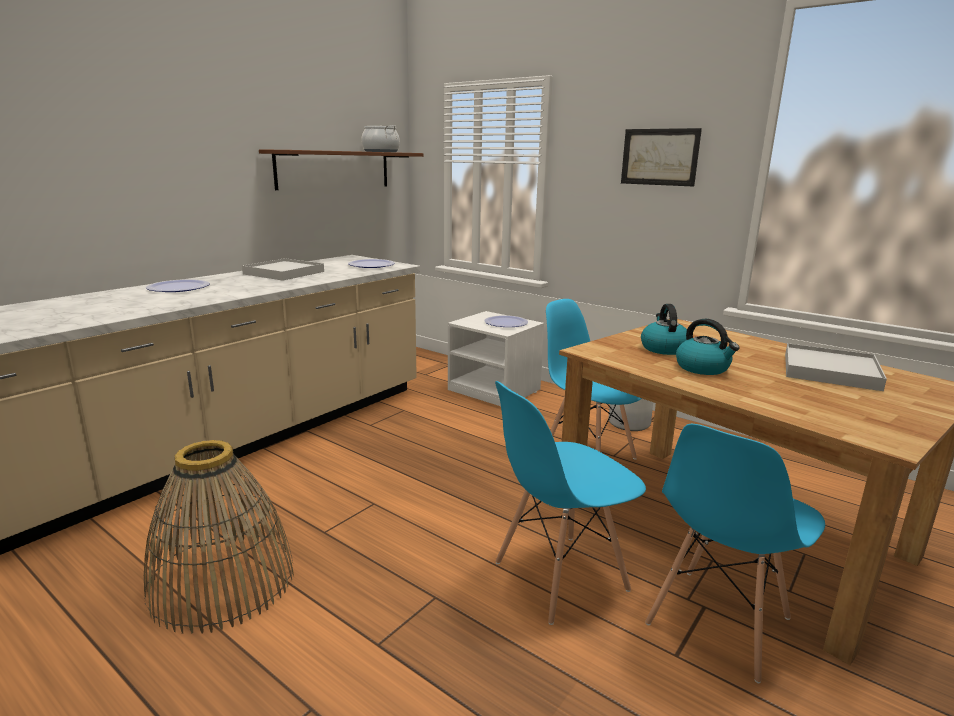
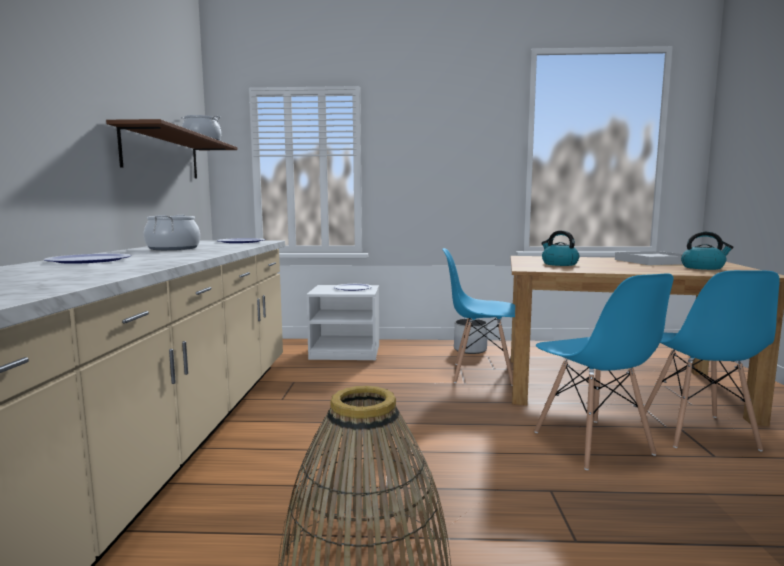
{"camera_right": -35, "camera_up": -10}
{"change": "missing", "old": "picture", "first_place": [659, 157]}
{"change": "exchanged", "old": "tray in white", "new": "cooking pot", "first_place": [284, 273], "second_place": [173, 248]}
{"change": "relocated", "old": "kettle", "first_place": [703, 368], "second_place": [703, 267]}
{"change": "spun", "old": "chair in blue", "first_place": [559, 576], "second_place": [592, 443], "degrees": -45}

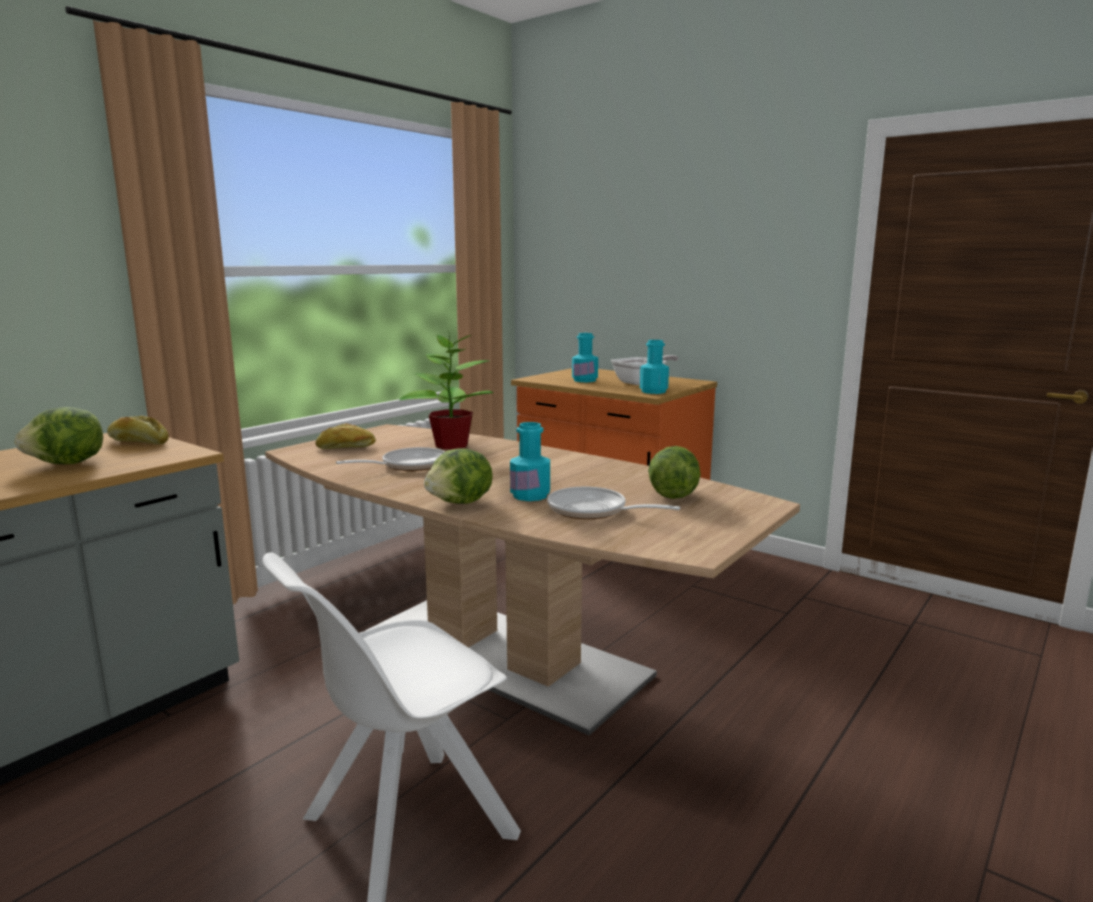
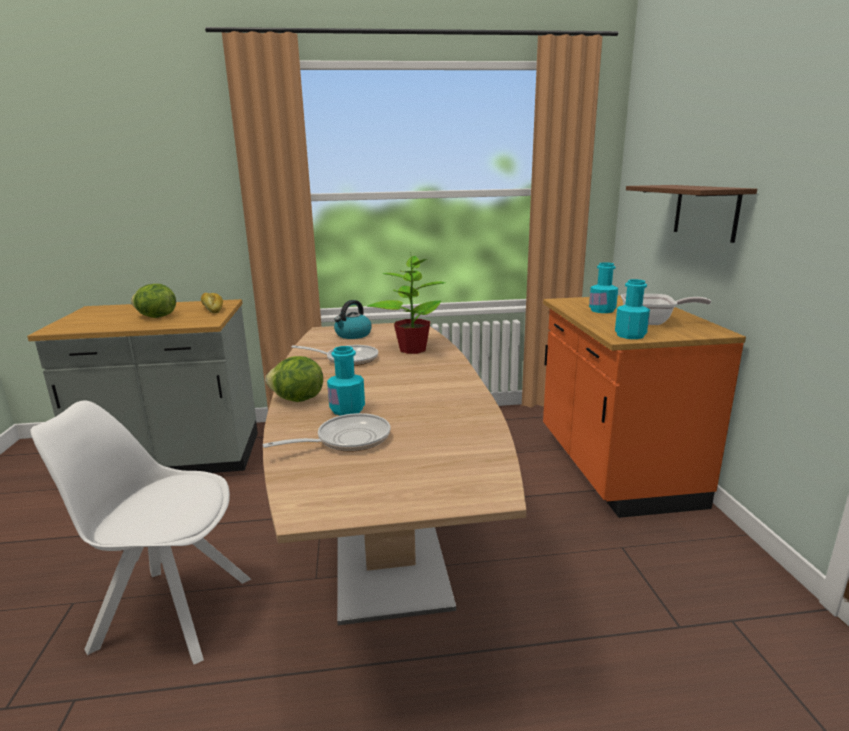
{"camera_right": 45, "camera_up": 5}
{"change": "exchanged", "old": "bread", "new": "kettle", "first_place": [346, 447], "second_place": [353, 335]}
{"change": "missing", "old": "lettuce", "first_place": [673, 495]}
{"change": "spun", "old": "frying pan", "first_place": [593, 511], "second_place": [347, 440], "degrees": 75}
{"change": "appeared", "new": "shelf in brown", "second_place": [706, 212]}

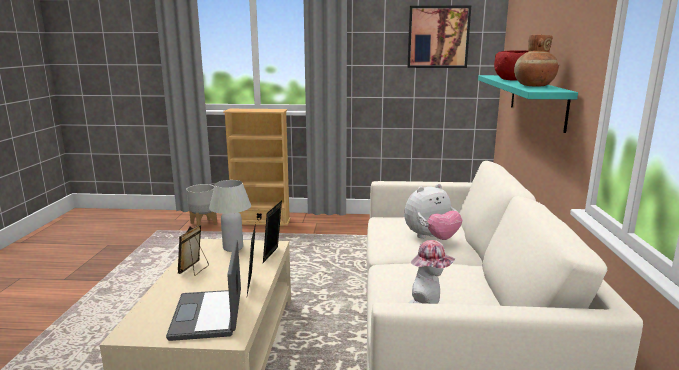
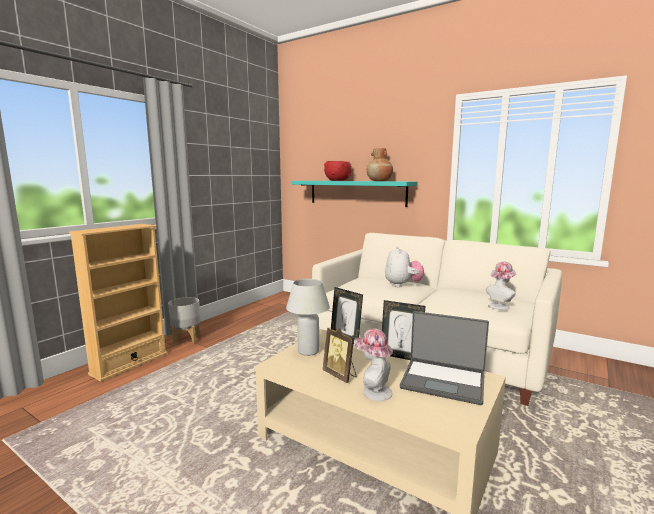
{"camera_right": -60, "camera_up": -5}
{"change": "missing", "old": "picture", "first_place": [438, 37]}
{"change": "relocated", "old": "planter in grey", "first_place": [204, 223], "second_place": [186, 339]}
{"change": "appeared", "new": "hat", "second_place": [373, 391]}

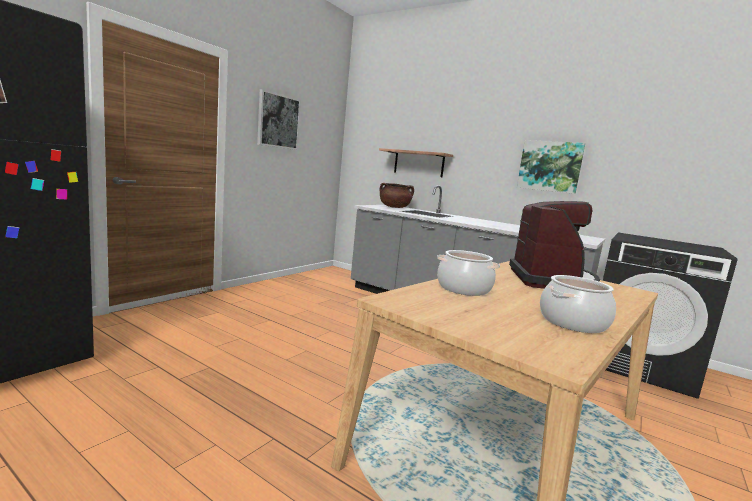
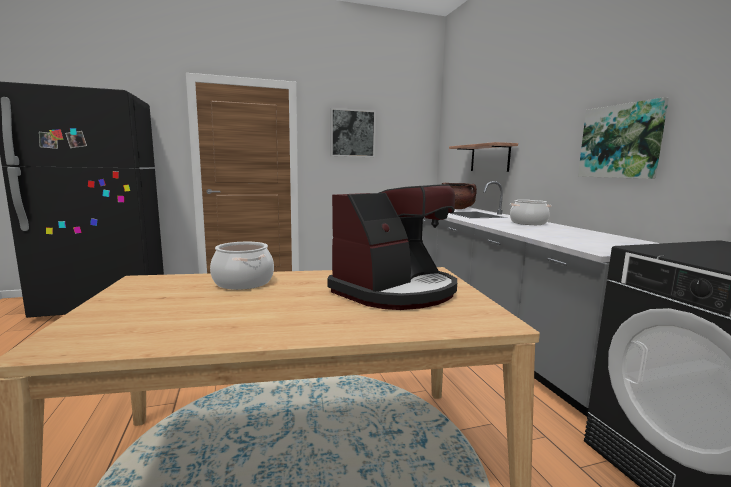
{"camera_right": 40, "camera_up": 0}
{"change": "relocated", "old": "cooking pot", "first_place": [573, 323], "second_place": [528, 223]}

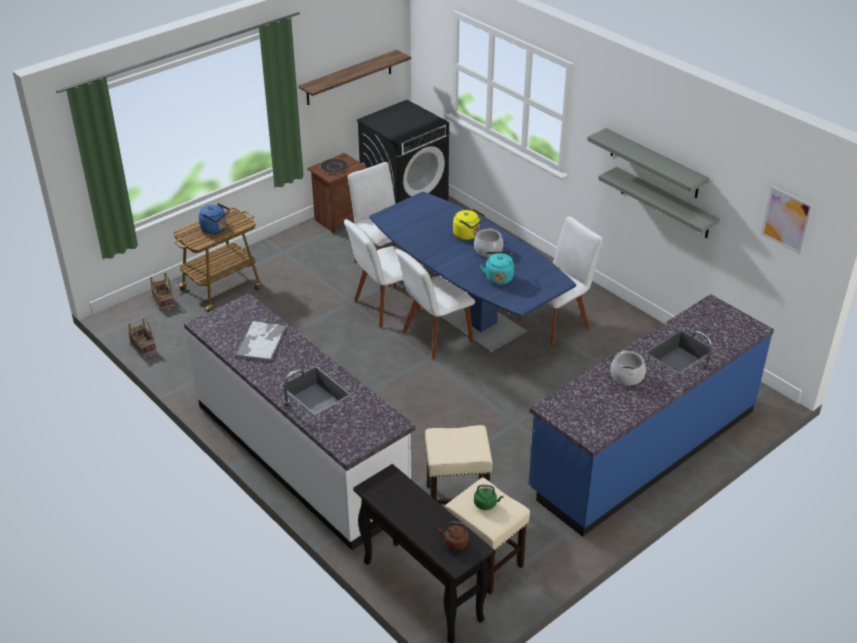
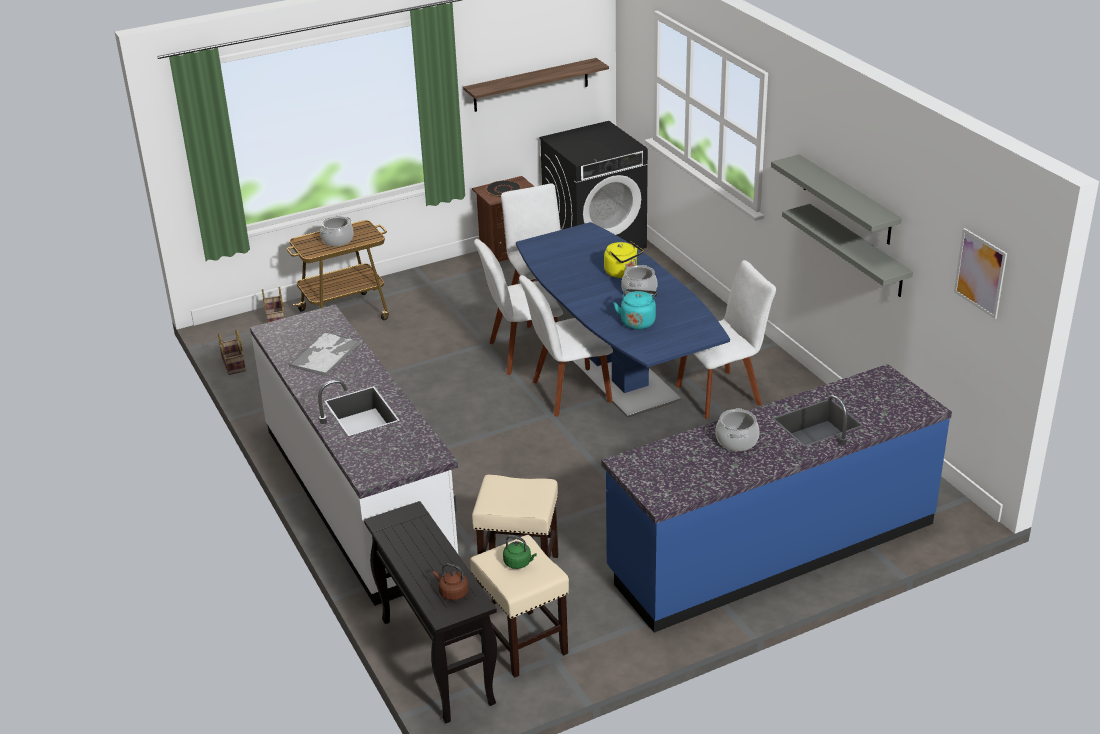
{"camera_right": 15, "camera_up": -5}
{"change": "exchanged", "old": "kettle in blue", "new": "cooking pot", "first_place": [215, 229], "second_place": [337, 240]}

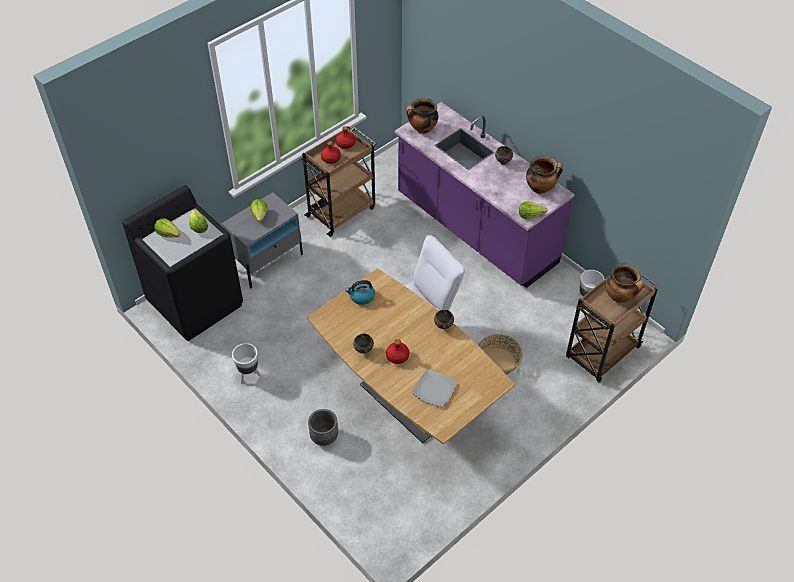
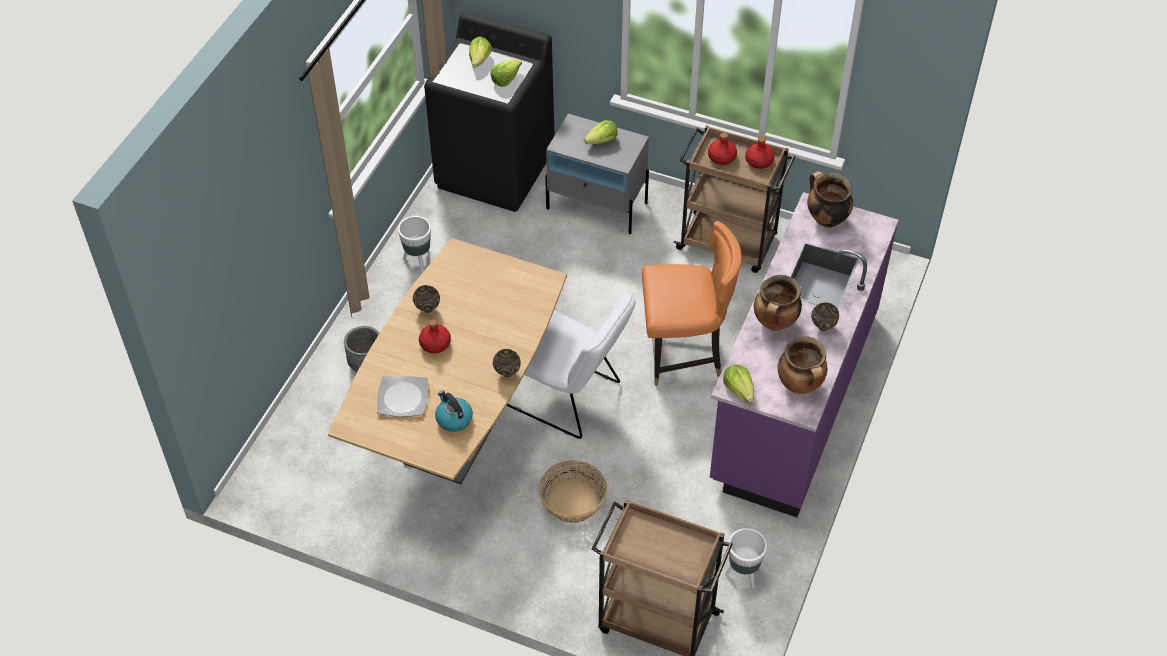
{"camera_right": 65, "camera_up": 0}
{"change": "relocated", "old": "cooking pot", "first_place": [620, 297], "second_place": [775, 323]}
{"change": "relocated", "old": "kettle", "first_place": [361, 297], "second_place": [453, 419]}
{"change": "appeared", "new": "chair in orange", "second_place": [683, 355]}

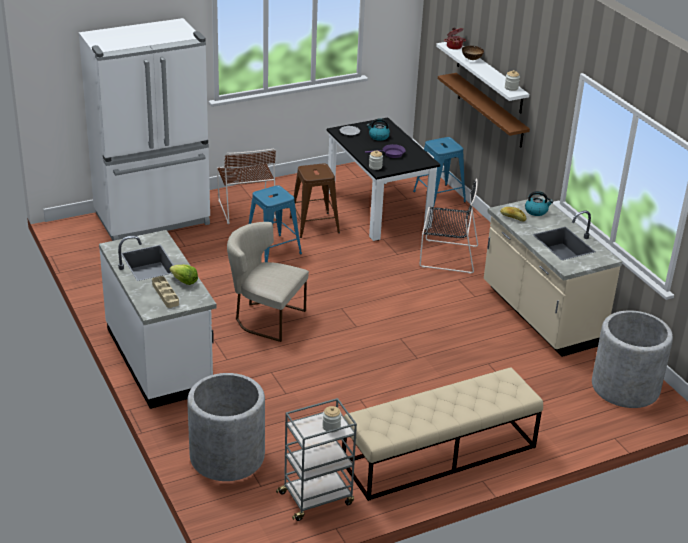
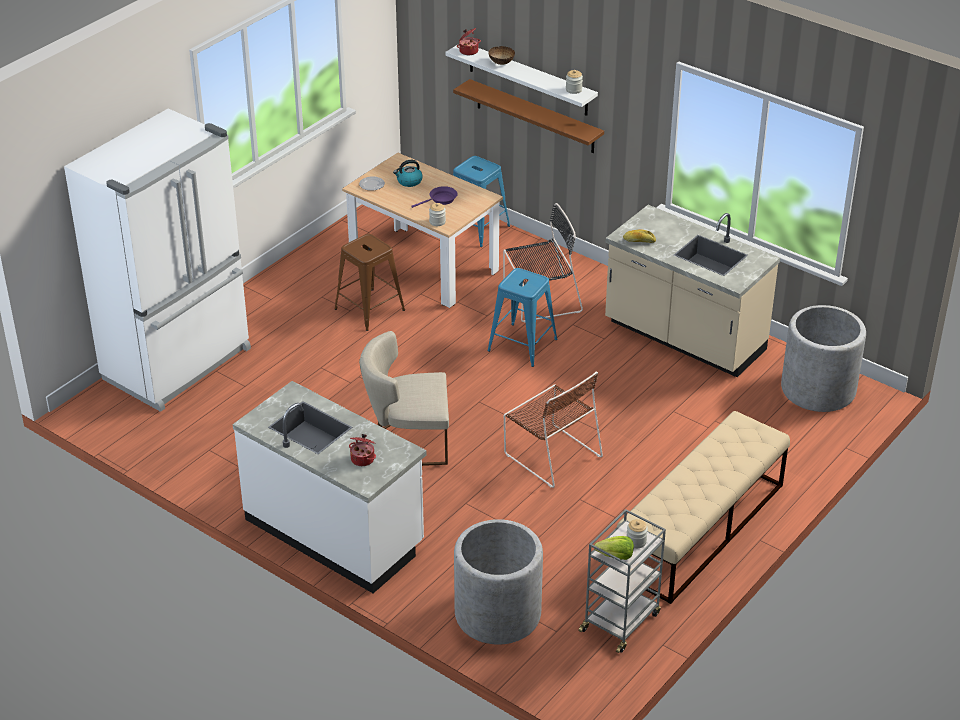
{"camera_right": -25, "camera_up": 5}
{"change": "colour", "old": "dining table in black", "new": "dining table in beige", "first_place": [378, 210], "second_place": [424, 267]}
{"change": "relocated", "old": "chair in brown", "first_place": [246, 208], "second_place": [551, 454]}
{"change": "relocated", "old": "stool in blue", "first_place": [272, 250], "second_place": [522, 345]}
{"change": "missing", "old": "kettle", "first_place": [536, 211]}
{"change": "relocated", "old": "lettuce", "first_place": [184, 281], "second_place": [615, 556]}
{"change": "exchanged", "old": "tray in beige", "new": "cooking pot", "first_place": [165, 294], "second_place": [363, 459]}

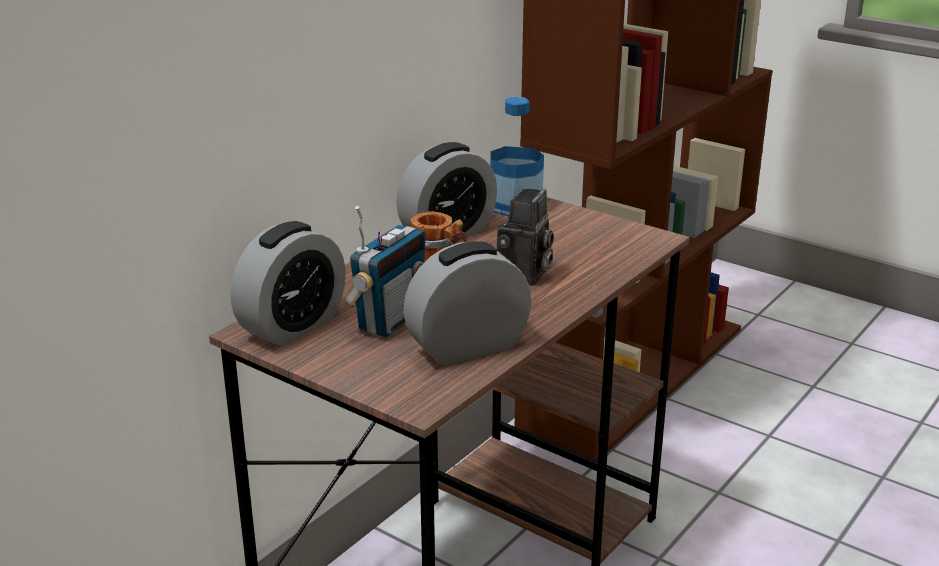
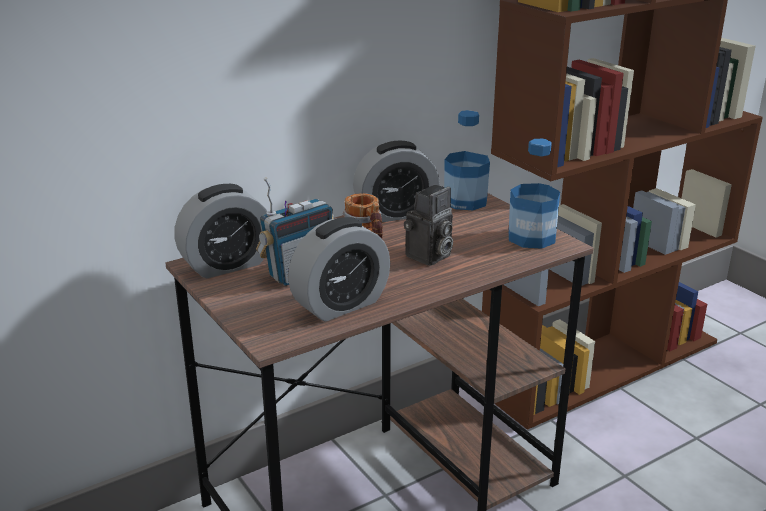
{"camera_right": 20, "camera_up": 0}
{"change": "spun", "old": "alarm clock", "first_place": [468, 347], "second_place": [340, 304], "degrees": 150}
{"change": "appeared", "new": "bottle", "second_place": [531, 237]}

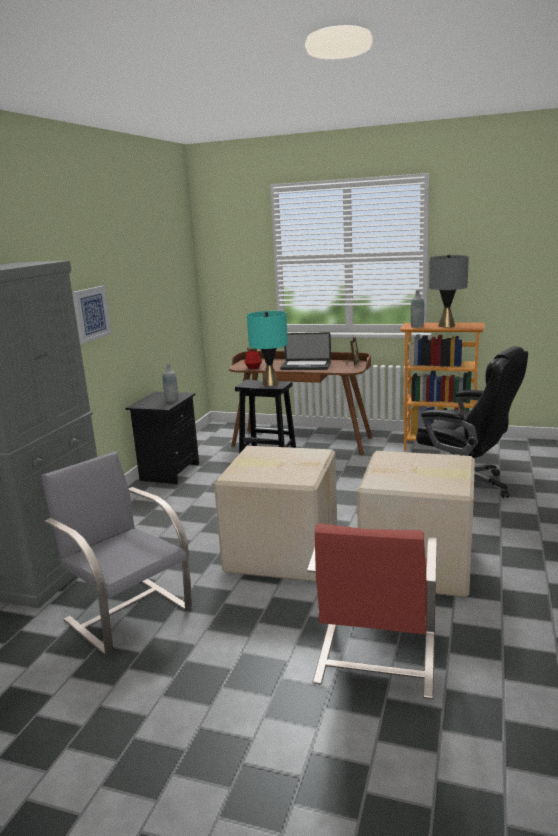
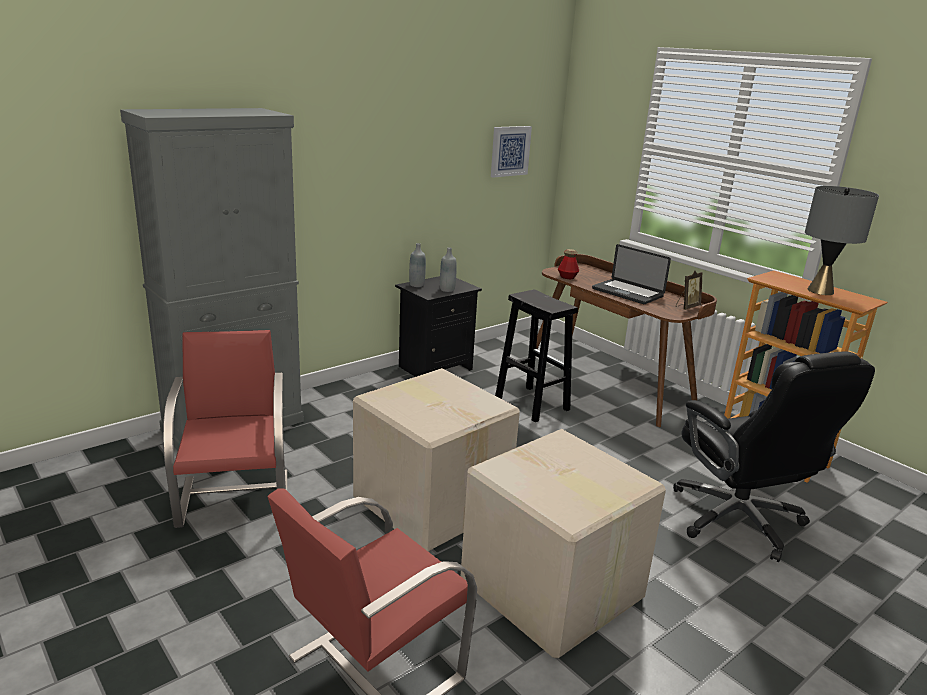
{"camera_right": 30, "camera_up": 5}
{"change": "relocated", "old": "picture", "first_place": [91, 313], "second_place": [510, 151]}
{"change": "relocated", "old": "bottle in grey", "first_place": [417, 326], "second_place": [416, 285]}
{"change": "missing", "old": "table lamp in turquoise", "first_place": [270, 383]}
{"change": "colour", "old": "chair in grey", "new": "chair in red", "first_place": [127, 613], "second_place": [235, 497]}

